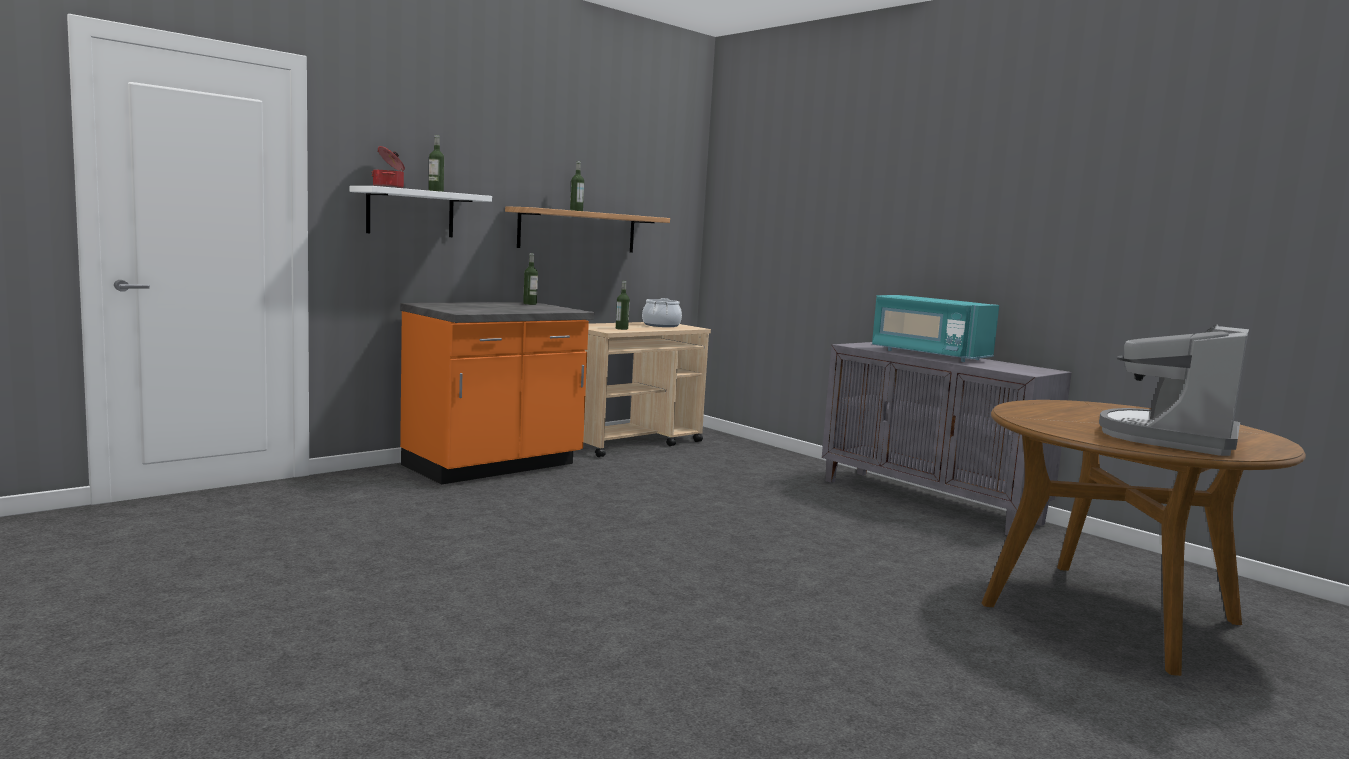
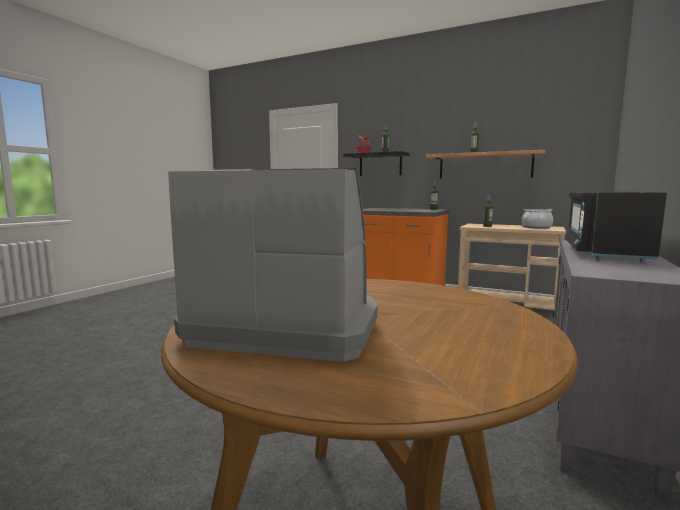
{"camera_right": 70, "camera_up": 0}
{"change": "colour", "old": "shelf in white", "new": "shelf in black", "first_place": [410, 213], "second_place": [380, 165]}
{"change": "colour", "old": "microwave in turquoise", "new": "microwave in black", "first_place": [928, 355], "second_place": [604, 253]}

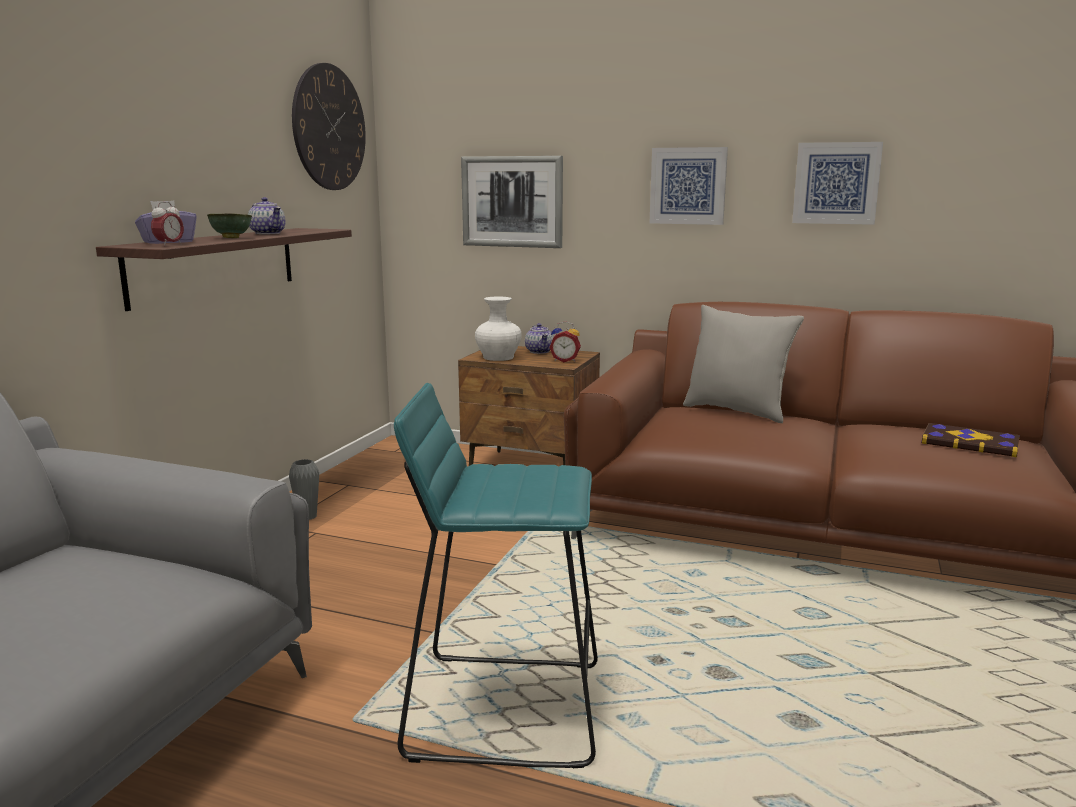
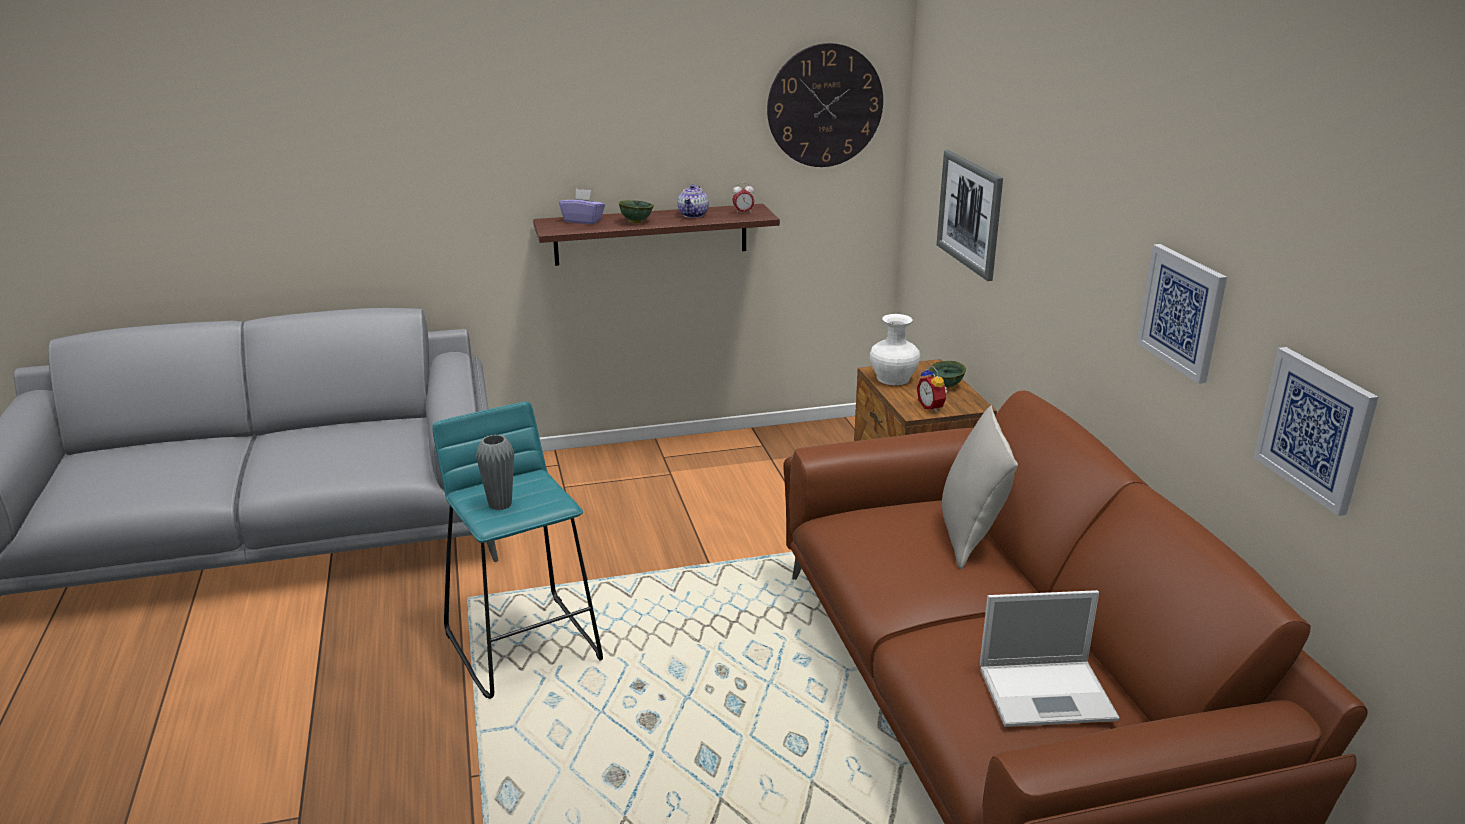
{"camera_right": 55, "camera_up": 10}
{"change": "relocated", "old": "picture", "first_place": [688, 186], "second_place": [1315, 428]}
{"change": "relocated", "old": "alarm clock", "first_place": [169, 245], "second_place": [743, 213]}
{"change": "exchanged", "old": "teapot", "new": "bowl in green", "first_place": [540, 351], "second_place": [947, 386]}
{"change": "exchanged", "old": "book", "new": "laptop", "first_place": [970, 442], "second_place": [1049, 693]}
{"change": "relocated", "old": "vase in grey", "first_place": [307, 517], "second_place": [500, 504]}

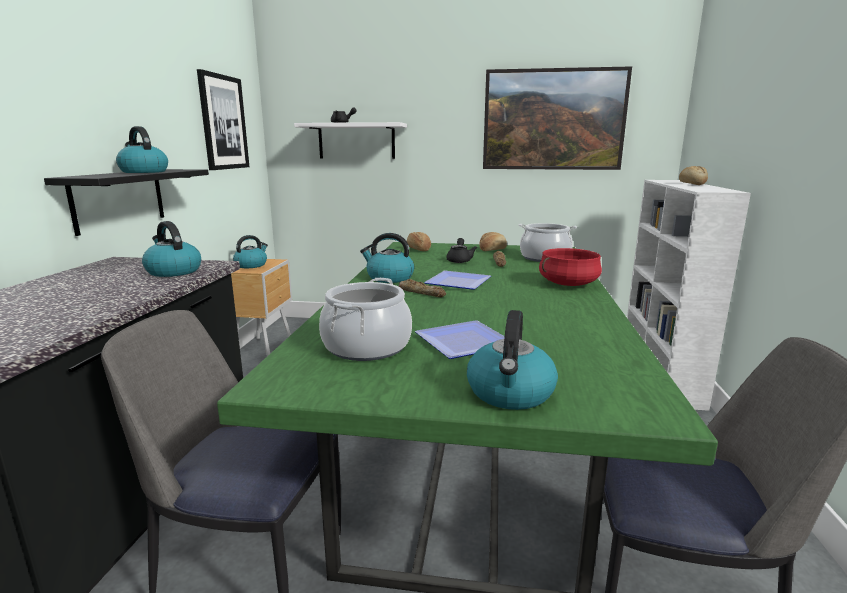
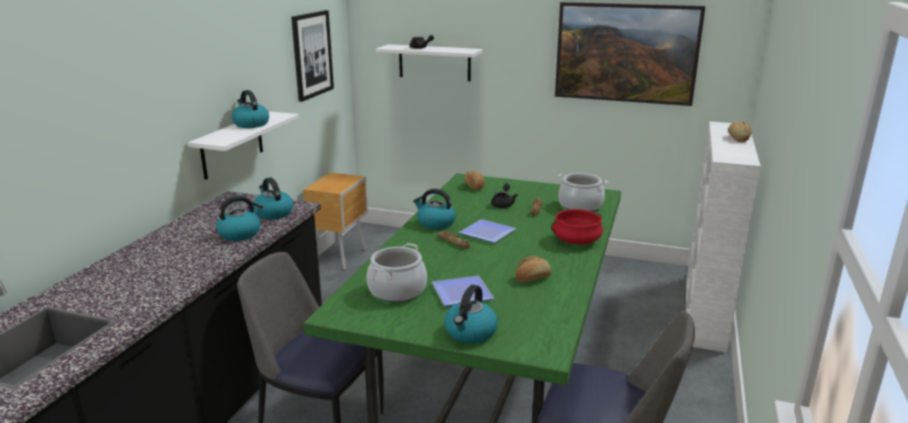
{"camera_right": 10, "camera_up": 5}
{"change": "colour", "old": "shelf in black", "new": "shelf in white", "first_place": [119, 199], "second_place": [232, 145]}
{"change": "relocated", "old": "bread", "first_place": [492, 250], "second_place": [532, 278]}
{"change": "relocated", "old": "kettle", "first_place": [251, 265], "second_place": [240, 234]}

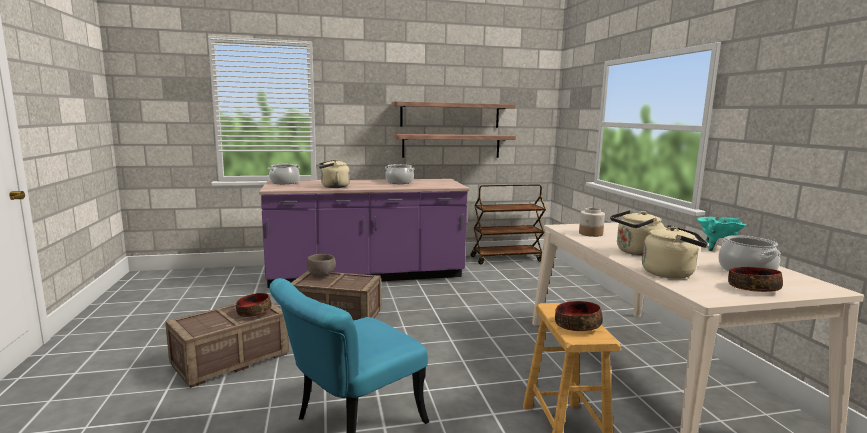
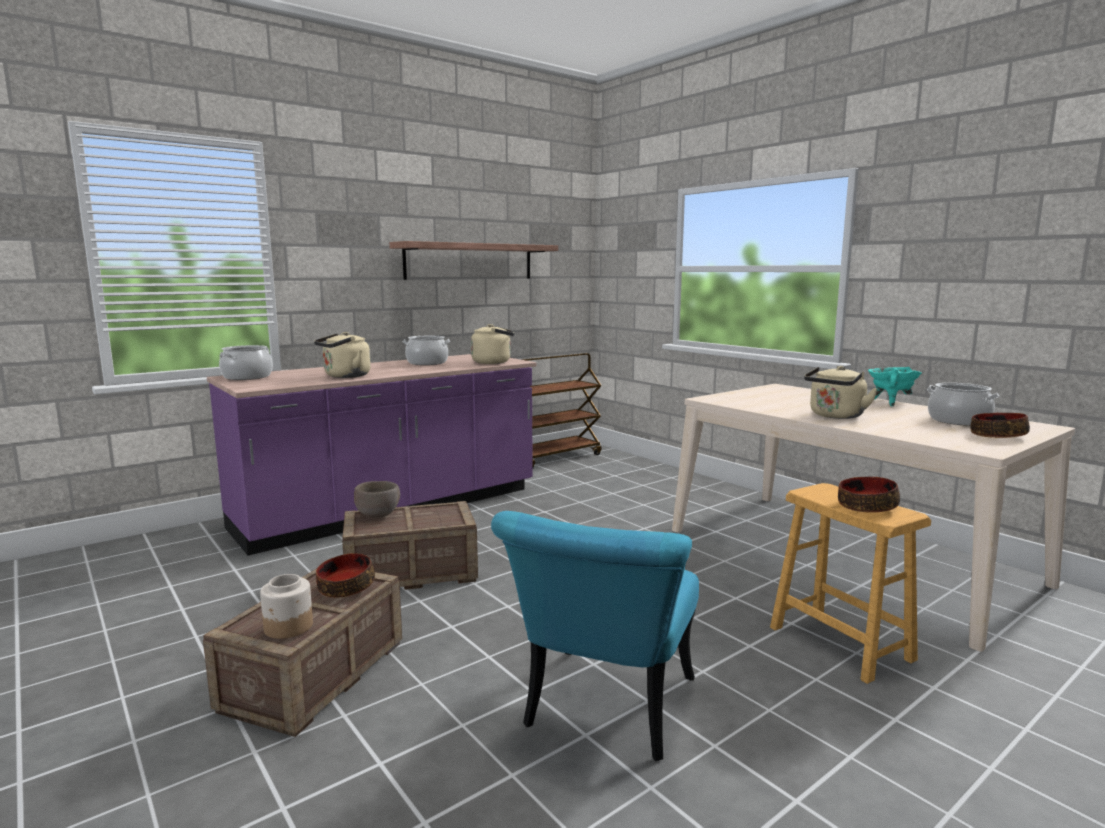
{"camera_right": -25, "camera_up": 0}
{"change": "missing", "old": "shelf", "first_place": [451, 146]}
{"change": "relocated", "old": "jar", "first_place": [590, 234], "second_place": [288, 627]}
{"change": "relocated", "old": "kettle in beige", "first_place": [671, 273], "second_place": [494, 362]}

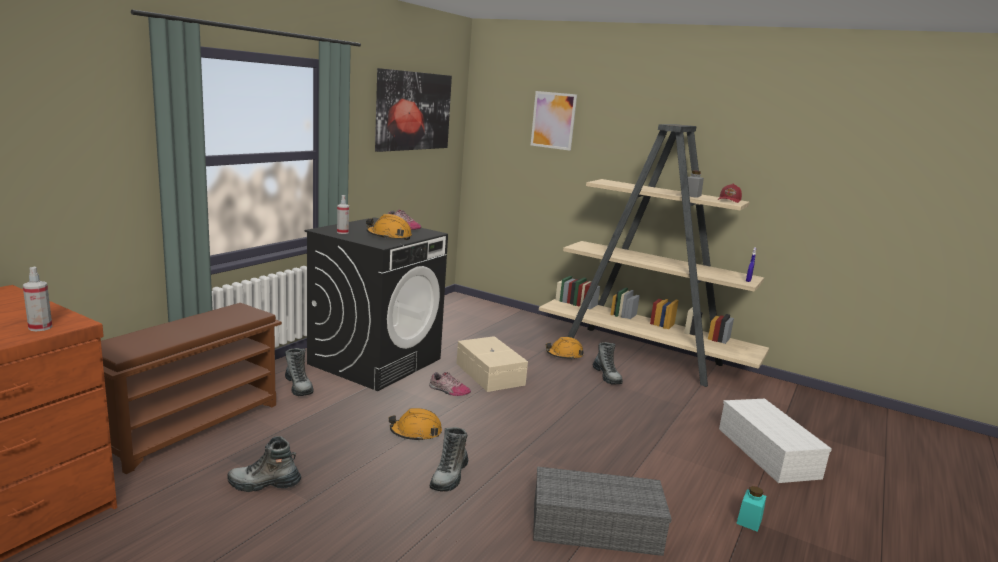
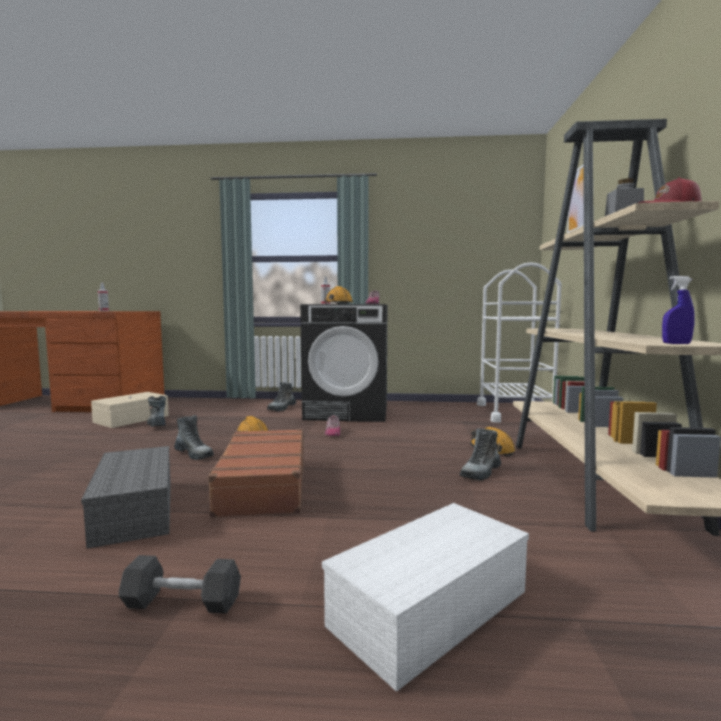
{"camera_right": 65, "camera_up": -10}
{"change": "missing", "old": "picture", "first_place": [413, 111]}
{"change": "missing", "old": "shoe rack in brown", "first_place": [191, 425]}
{"change": "relocated", "old": "storage box in beige", "first_place": [490, 373], "second_place": [132, 419]}
{"change": "spun", "old": "boot", "first_place": [449, 476], "second_place": [194, 454], "degrees": -135}
{"change": "exchanged", "old": "jar in turquoise", "new": "dumbbell in grey", "first_place": [749, 521], "second_place": [182, 602]}
{"change": "appeared", "new": "cart in white", "second_place": [514, 413]}
{"change": "appeared", "new": "suitcase in brown", "second_place": [262, 485]}

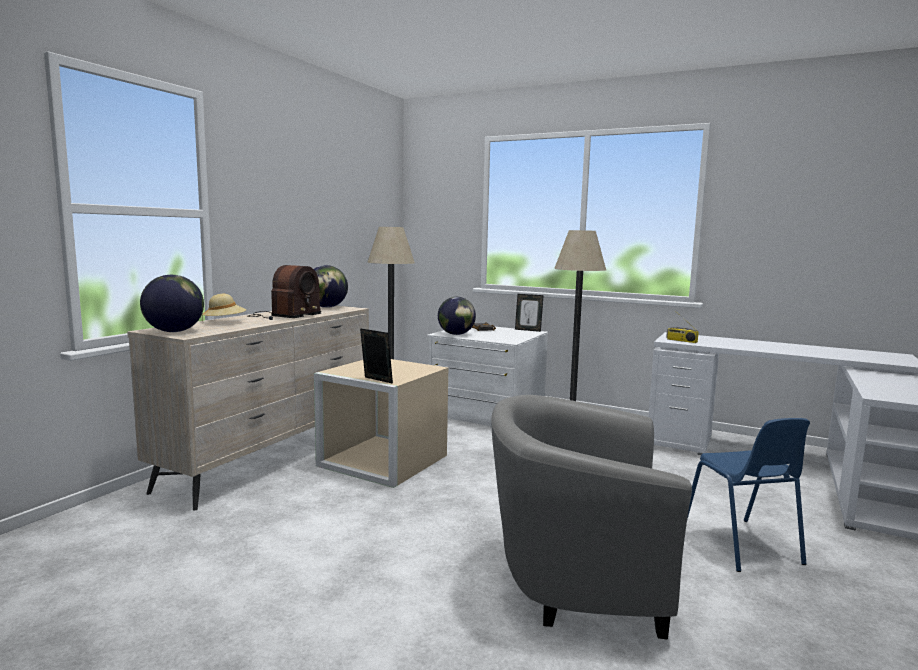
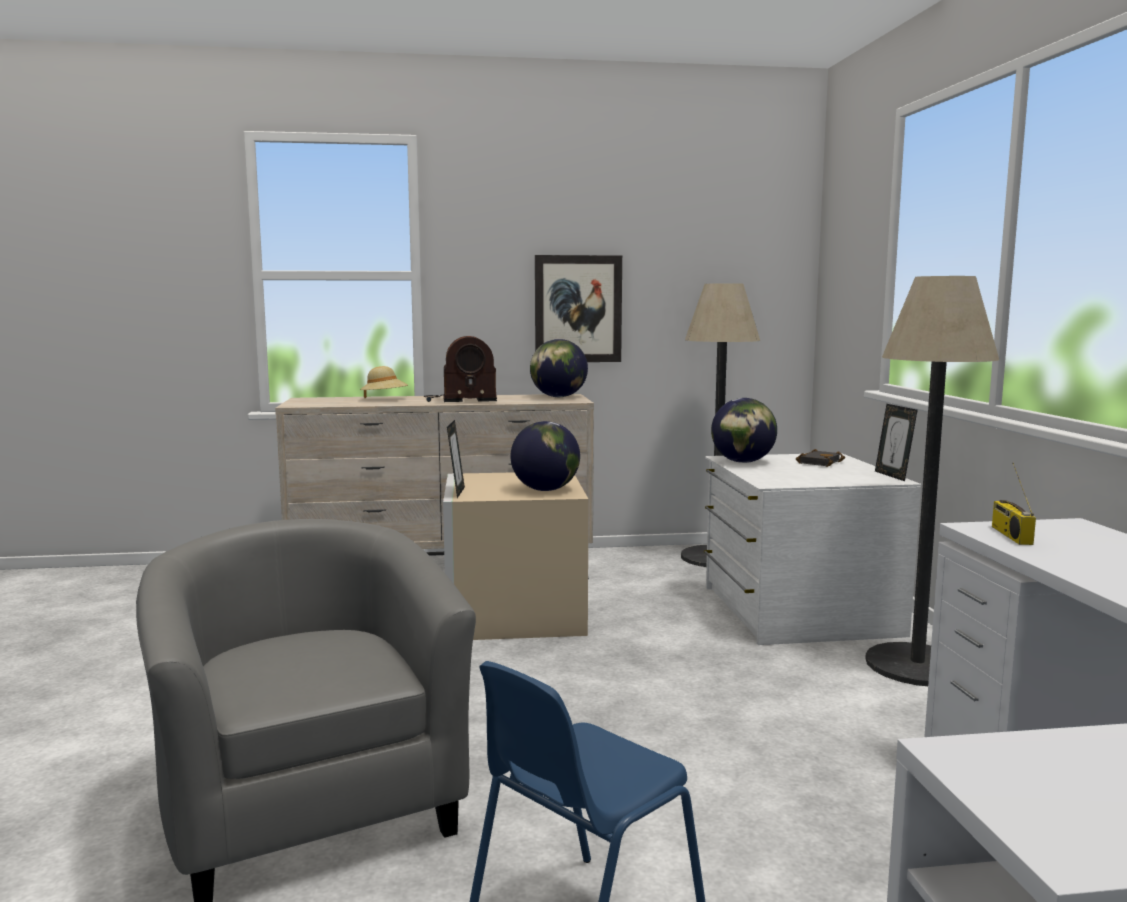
{"camera_right": 55, "camera_up": 0}
{"change": "relocated", "old": "globe", "first_place": [174, 331], "second_place": [545, 490]}
{"change": "appeared", "new": "picture", "second_place": [578, 309]}

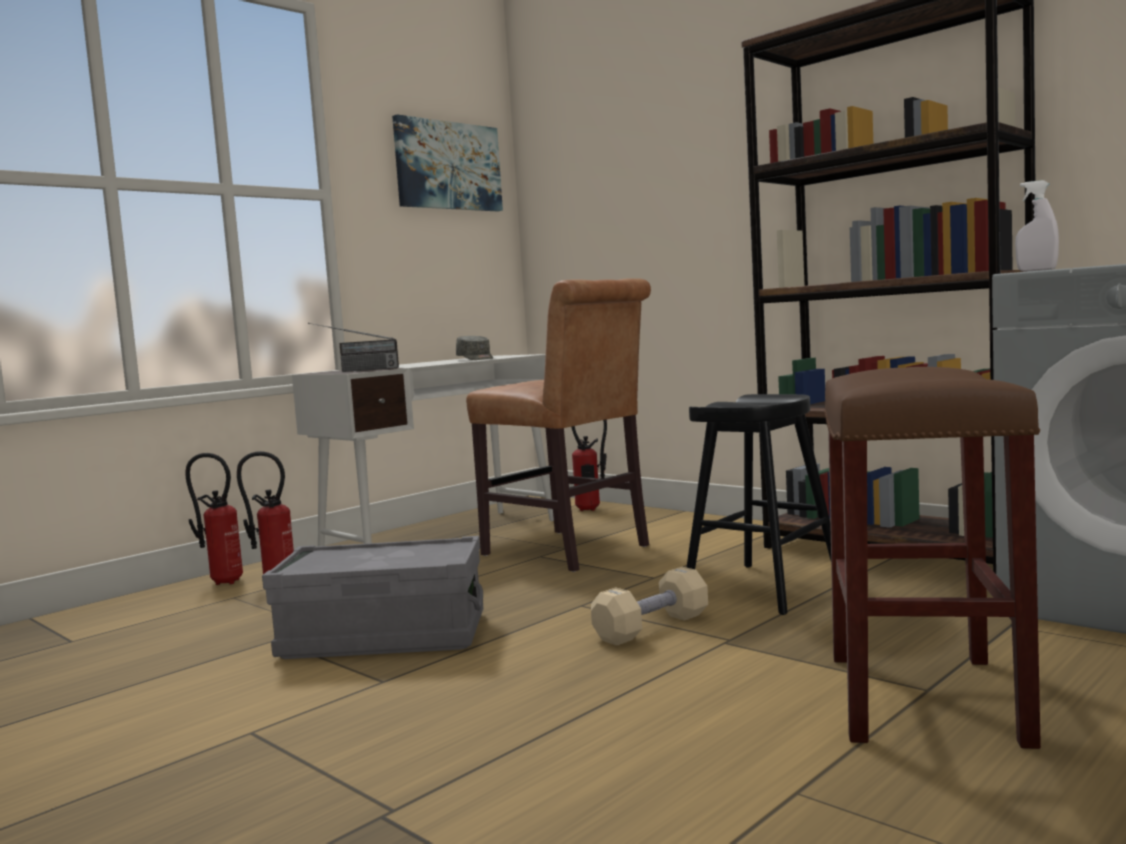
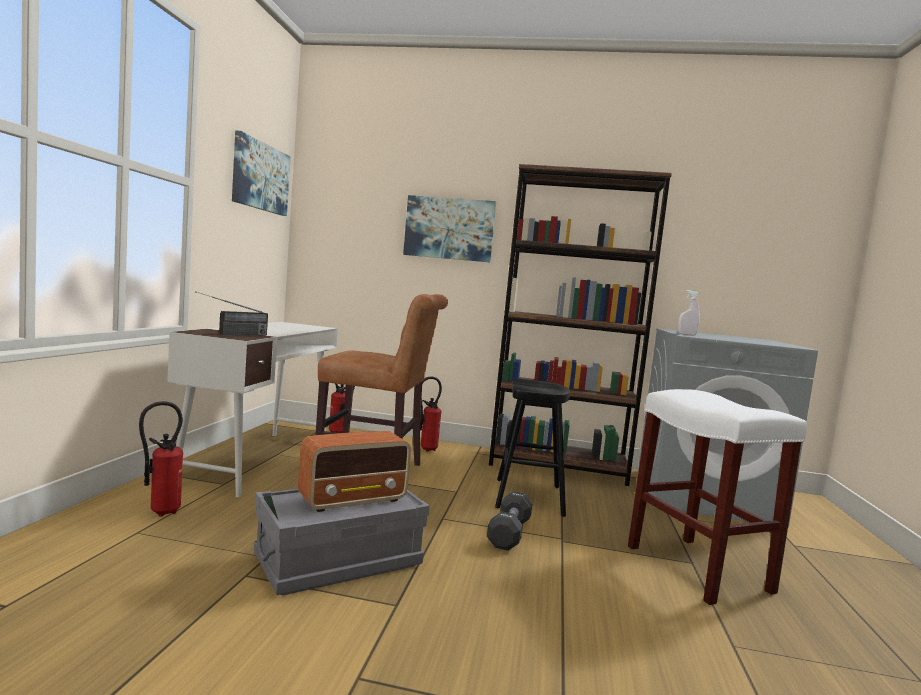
{"camera_right": -35, "camera_up": 0}
{"change": "missing", "old": "cap in grey", "first_place": [476, 359]}
{"change": "colour", "old": "stool in brown", "new": "stool in white", "first_place": [921, 696], "second_place": [695, 568]}
{"change": "relocated", "old": "fire extinguisher", "first_place": [222, 581], "second_place": [425, 449]}
{"change": "colour", "old": "dumbbell in beige", "new": "dumbbell in black", "first_place": [652, 627], "second_place": [509, 533]}
{"change": "appeared", "new": "picture", "second_place": [449, 229]}
{"change": "appeared", "new": "radio", "second_place": [354, 500]}

